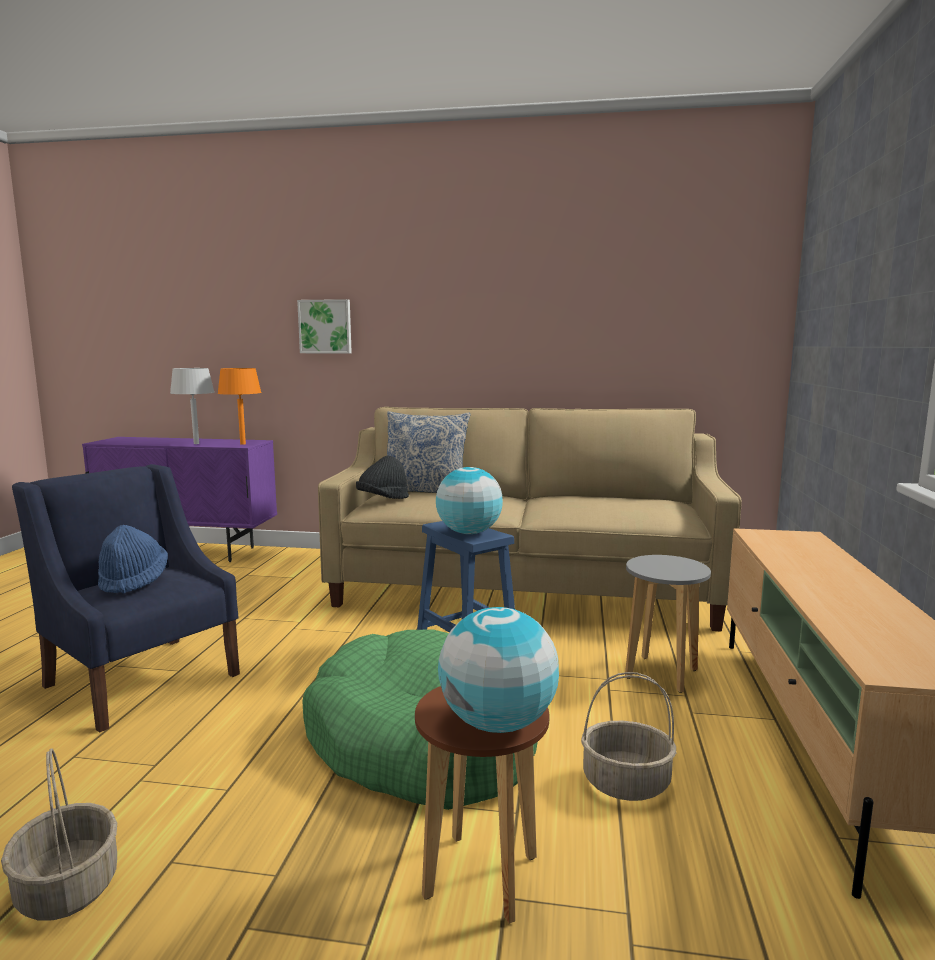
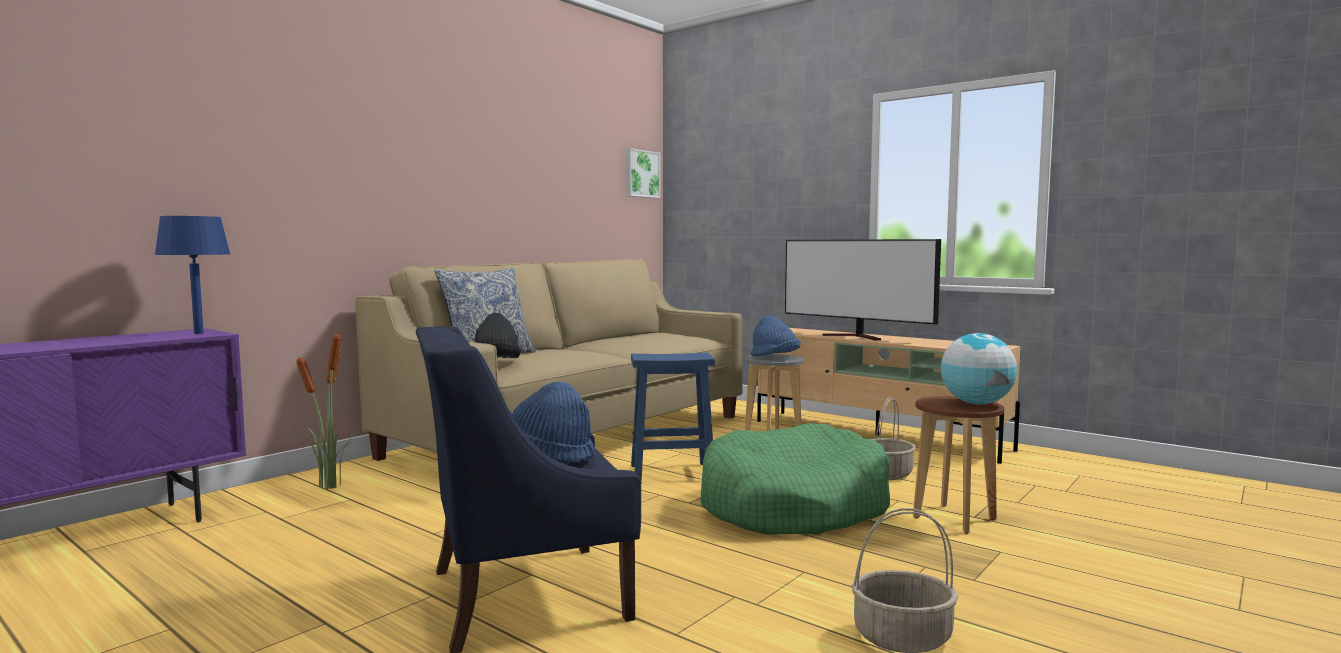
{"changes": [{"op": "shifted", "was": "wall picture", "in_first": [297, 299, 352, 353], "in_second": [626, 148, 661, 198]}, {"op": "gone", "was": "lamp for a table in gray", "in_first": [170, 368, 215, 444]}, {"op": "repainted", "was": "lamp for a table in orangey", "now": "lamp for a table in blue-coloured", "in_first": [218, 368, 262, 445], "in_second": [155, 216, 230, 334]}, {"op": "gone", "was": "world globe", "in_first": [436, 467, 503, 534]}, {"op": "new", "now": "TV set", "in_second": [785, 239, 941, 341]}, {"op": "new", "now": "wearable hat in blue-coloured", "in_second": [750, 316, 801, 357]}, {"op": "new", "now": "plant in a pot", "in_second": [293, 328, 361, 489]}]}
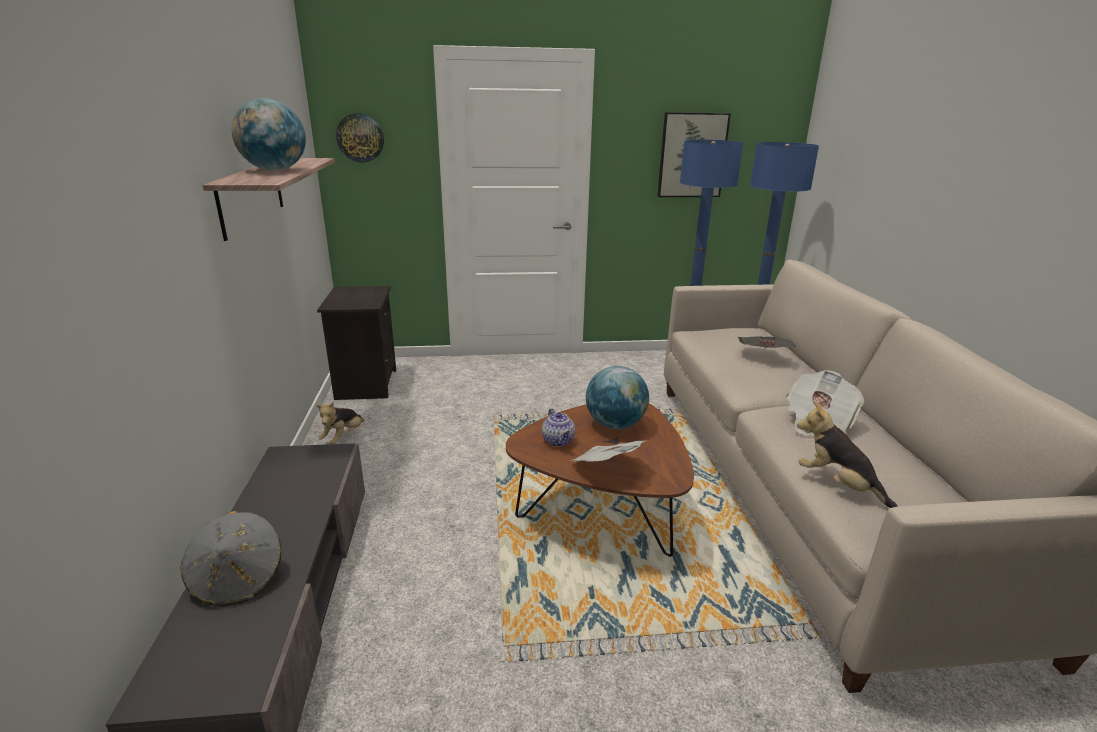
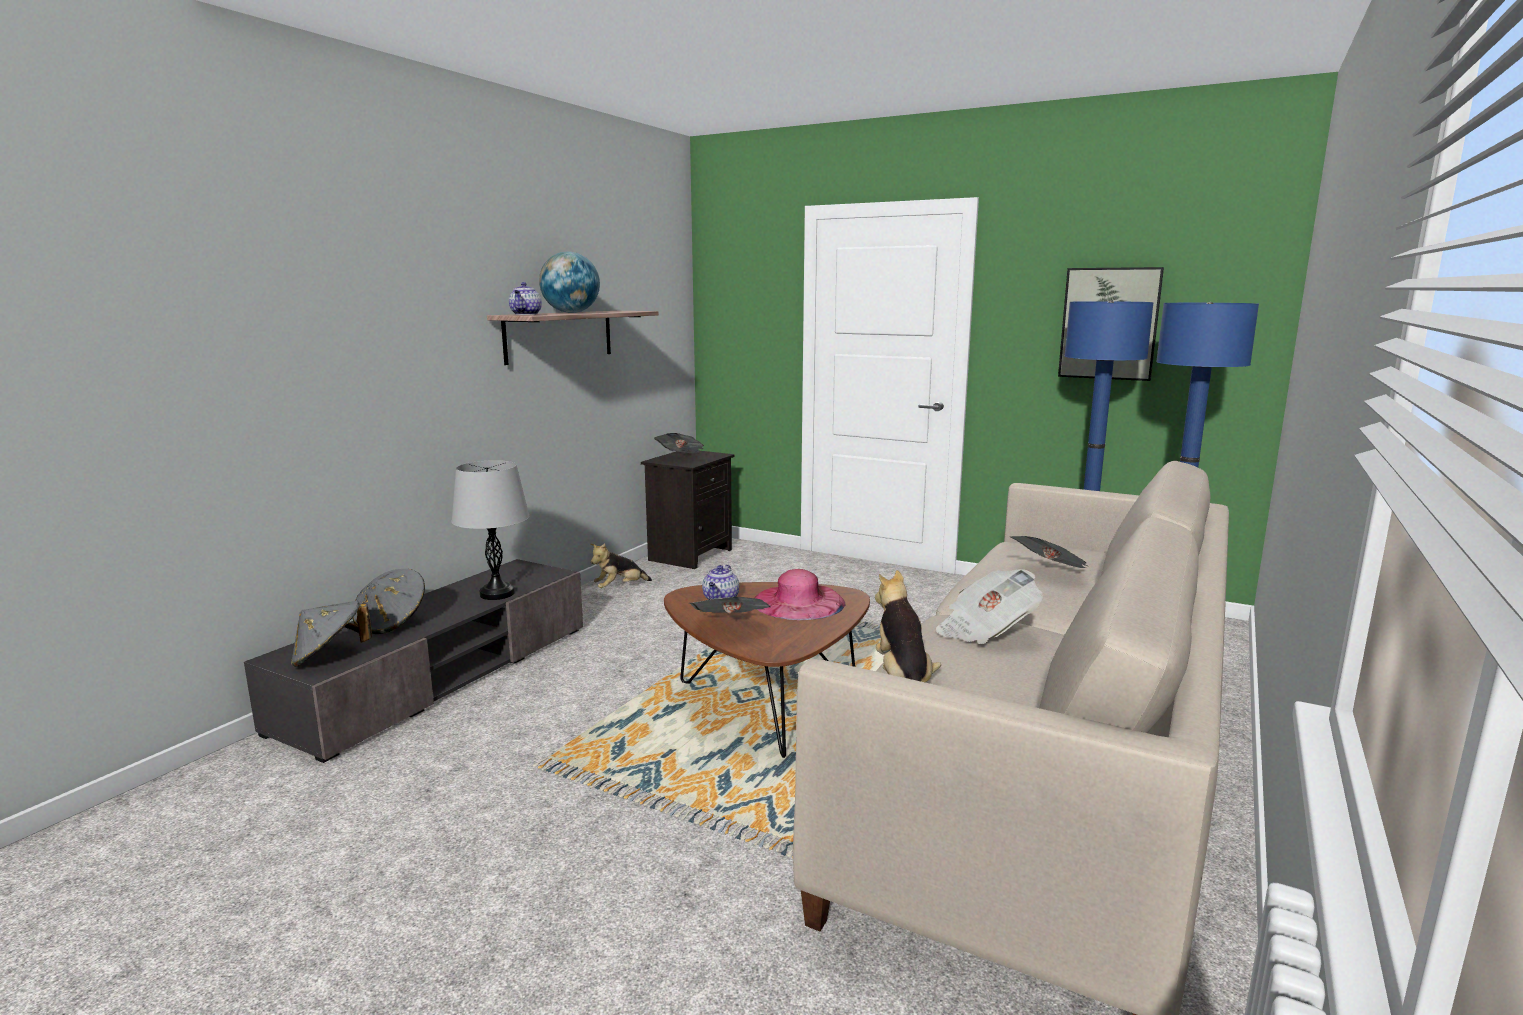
{"changes": [{"op": "gone", "was": "hanging clock", "in_first": [336, 113, 384, 162]}, {"op": "swapped", "was": "world globe", "now": "wearable hat in pinkish", "in_first": [586, 366, 649, 429], "in_second": [755, 569, 846, 620]}, {"op": "new", "now": "tea pot", "in_second": [509, 282, 542, 315]}, {"op": "new", "now": "daily paper", "in_second": [654, 433, 704, 453]}, {"op": "new", "now": "lamp for a table in gray", "in_second": [451, 460, 529, 600]}, {"op": "new", "now": "wearable hat in gray", "in_second": [291, 601, 372, 667]}]}
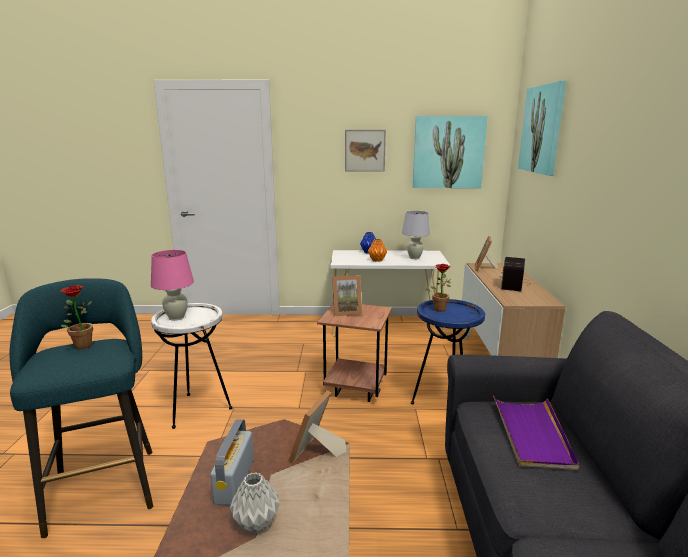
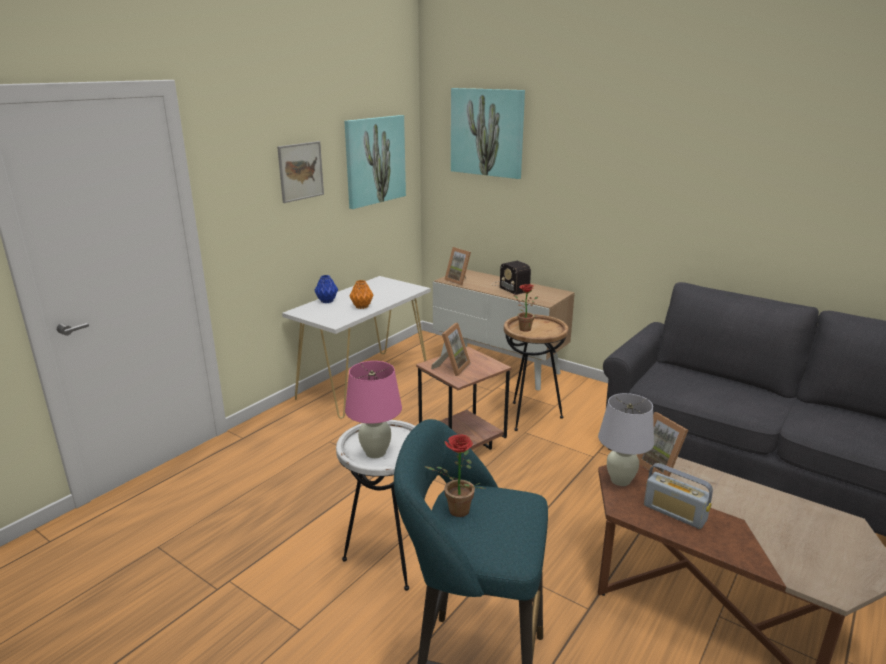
{"changes": [{"op": "shifted", "was": "lamp for a table in whitish", "in_first": [402, 211, 430, 259], "in_second": [598, 393, 654, 486]}, {"op": "repainted", "was": "side table in blue-coloured", "now": "side table in brown", "in_first": [411, 299, 485, 404], "in_second": [504, 314, 569, 431]}, {"op": "gone", "was": "carrying tray in purple", "in_first": [493, 395, 579, 470]}, {"op": "gone", "was": "decorative vase in gray", "in_first": [230, 472, 280, 534]}]}
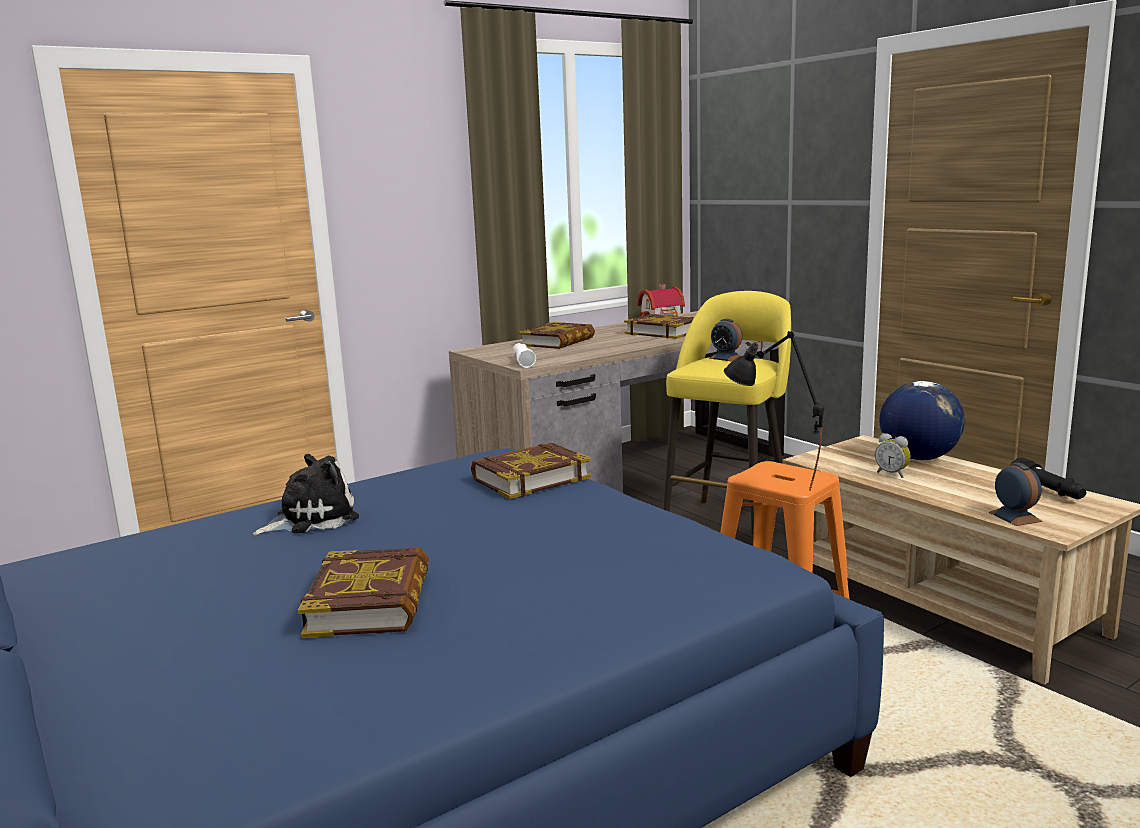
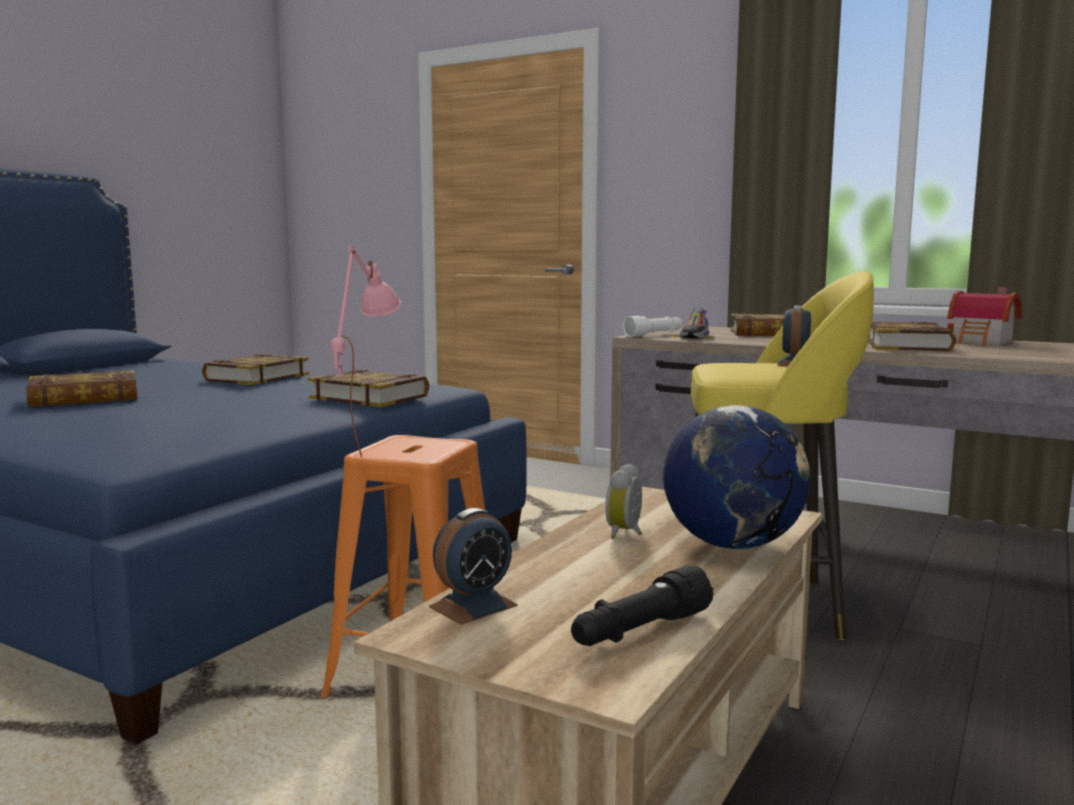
{"changes": [{"op": "repainted", "was": "lamp for a table in black-coloured", "now": "lamp for a table in pinkish", "in_first": [724, 331, 824, 491], "in_second": [330, 245, 401, 457]}, {"op": "swapped", "was": "plush toy", "now": "book", "in_first": [253, 454, 359, 535], "in_second": [202, 354, 309, 385]}, {"op": "new", "now": "low shoe", "in_second": [673, 306, 714, 339]}]}
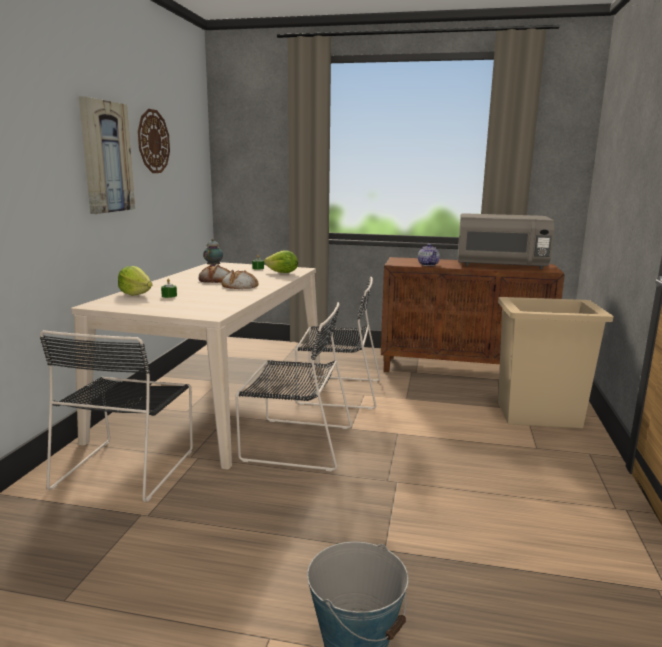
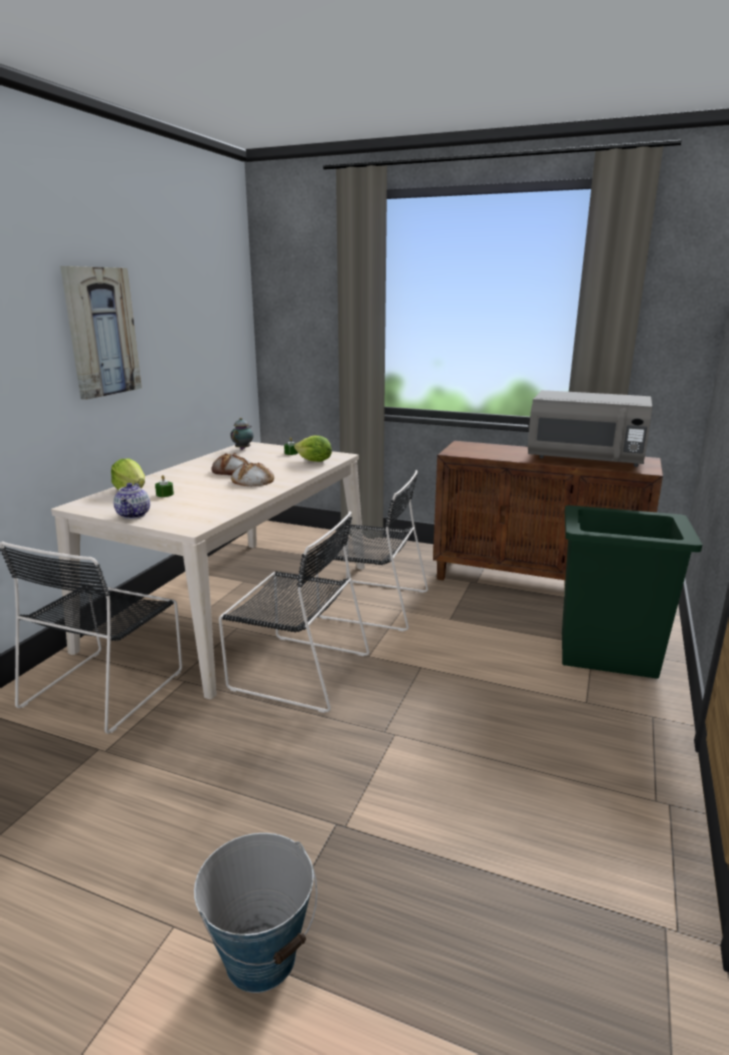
{"changes": [{"op": "gone", "was": "hanging clock", "in_first": [138, 109, 170, 173]}, {"op": "shifted", "was": "tea pot", "in_first": [418, 244, 440, 266], "in_second": [113, 483, 150, 519]}, {"op": "repainted", "was": "trash can in sand-coloured", "now": "trash can in greenish", "in_first": [498, 297, 614, 428], "in_second": [562, 505, 703, 679]}]}
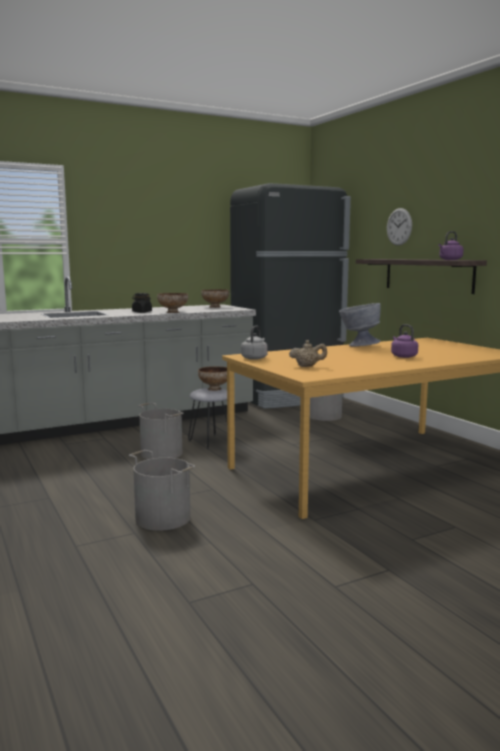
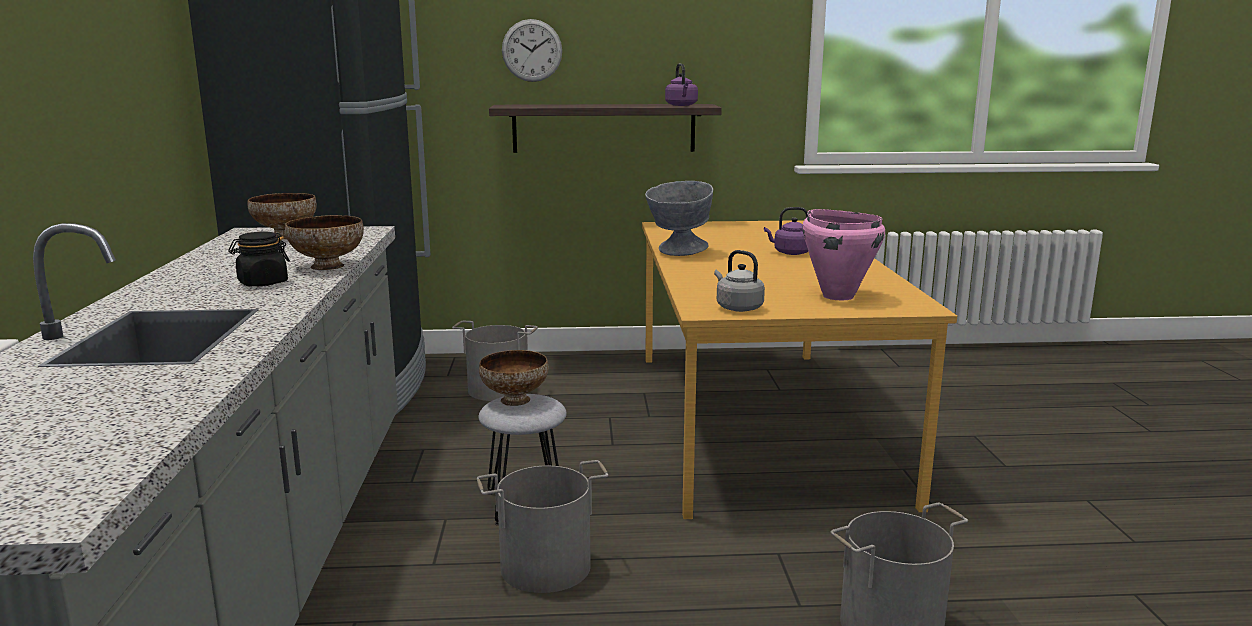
{"changes": [{"op": "swapped", "was": "tea pot in sand-coloured", "now": "cooking pot in pinkish", "in_first": [289, 340, 327, 367], "in_second": [802, 209, 885, 300]}]}
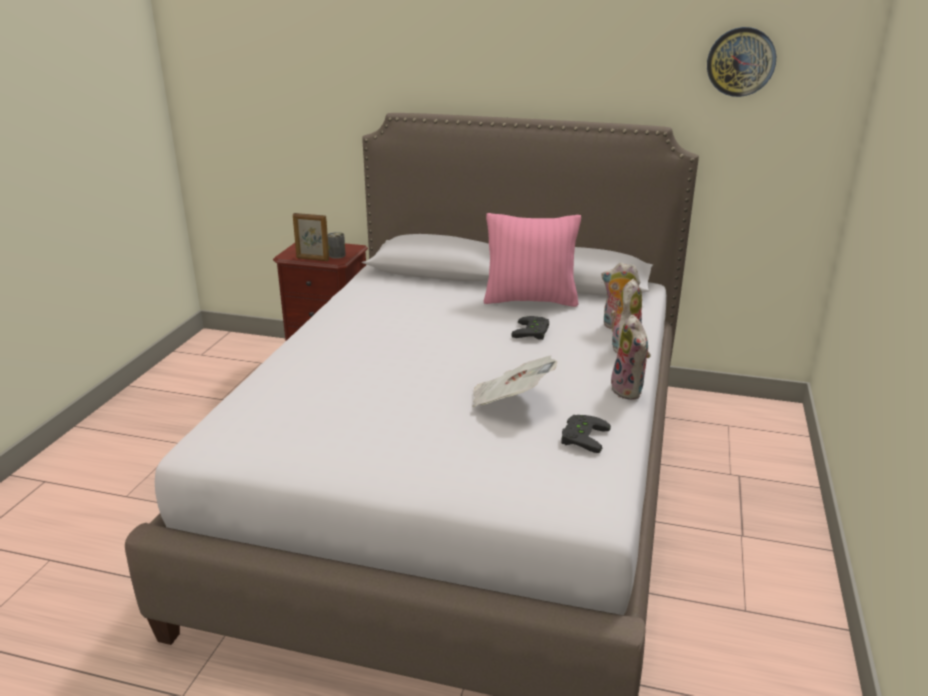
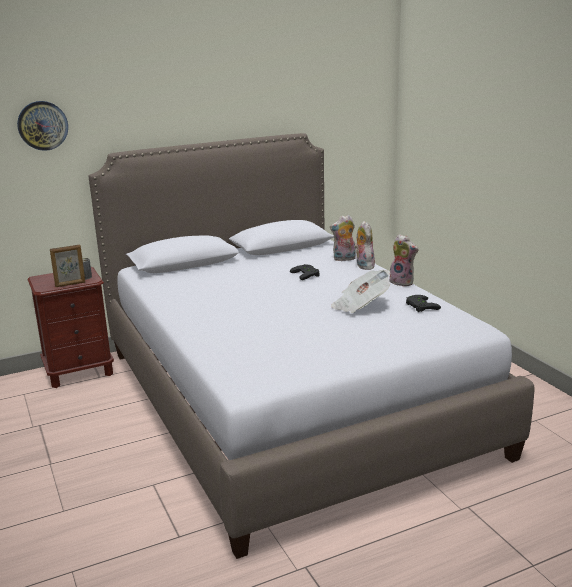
{"changes": [{"op": "shifted", "was": "hanging clock", "in_first": [707, 27, 776, 97], "in_second": [17, 101, 68, 151]}, {"op": "gone", "was": "pillow in pinkish", "in_first": [484, 213, 581, 307]}]}
